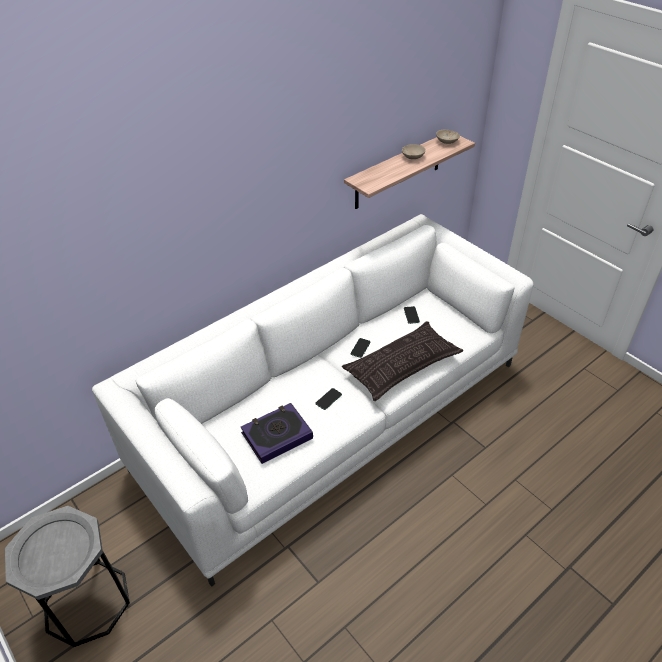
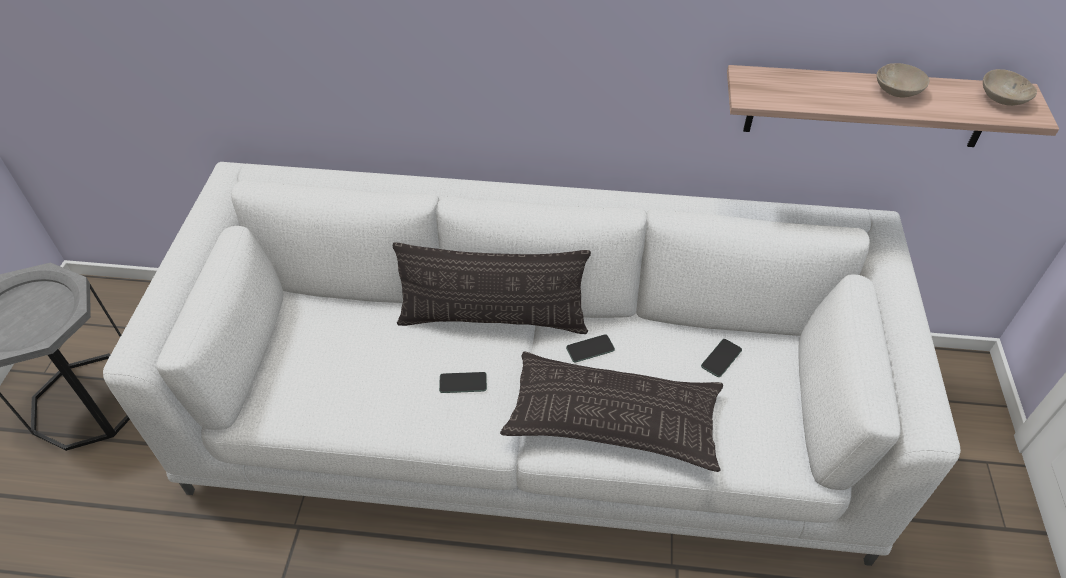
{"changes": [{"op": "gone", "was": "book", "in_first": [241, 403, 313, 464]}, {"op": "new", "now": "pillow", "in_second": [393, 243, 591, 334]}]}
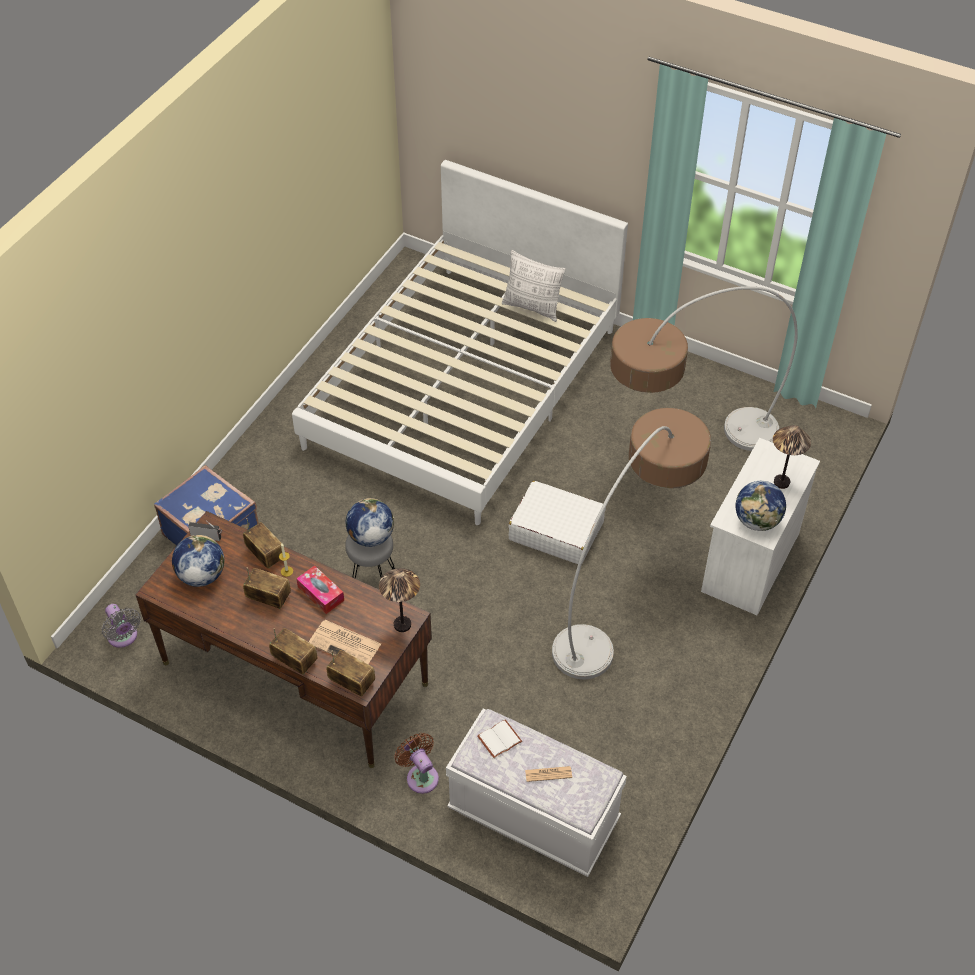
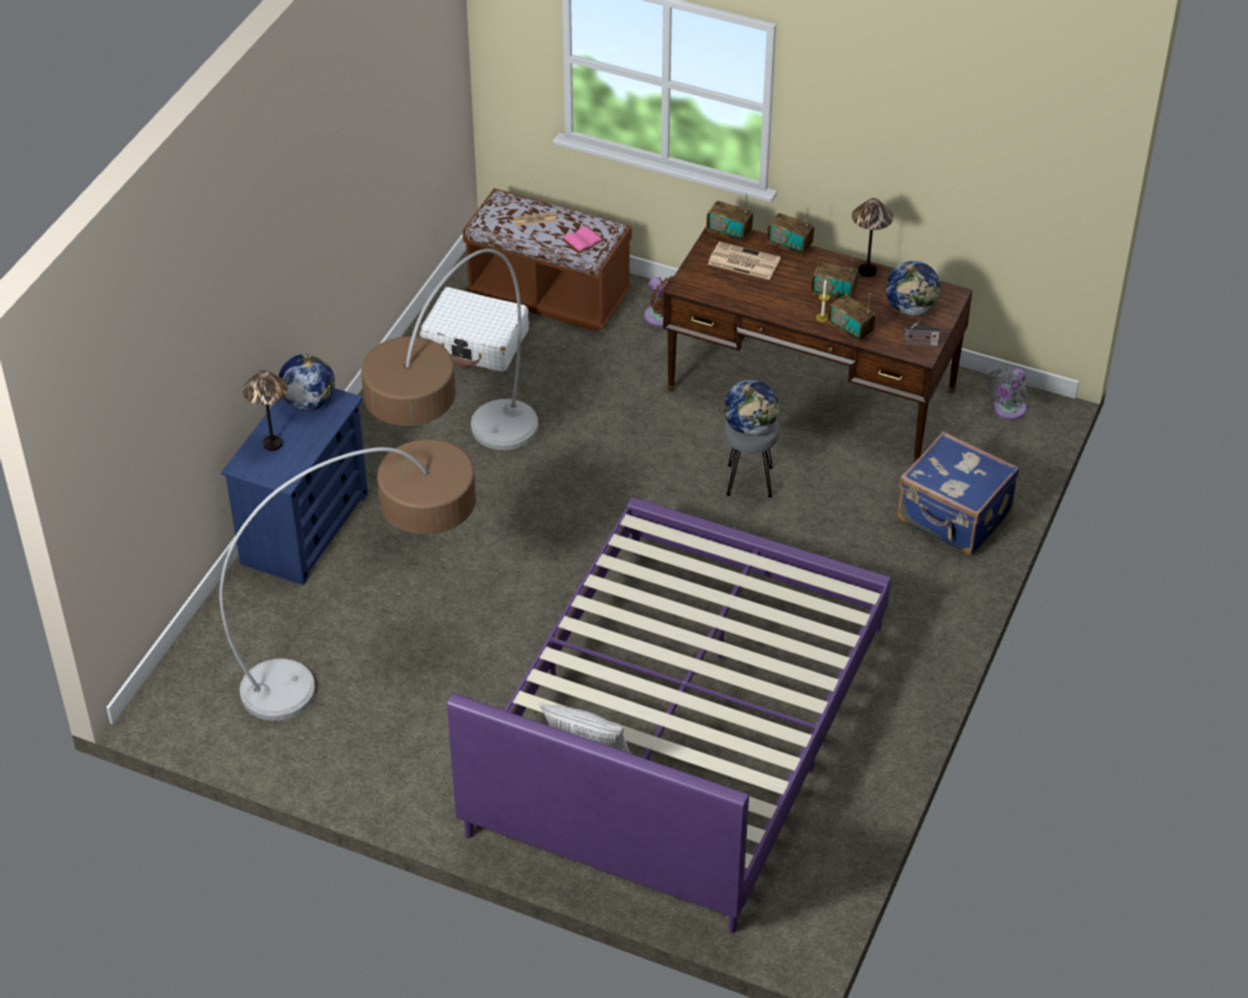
{"changes": [{"op": "repainted", "was": "bedroom bed in whitish", "now": "bedroom bed in purple", "in_first": [292, 160, 628, 525], "in_second": [447, 497, 891, 933]}, {"op": "repainted", "was": "drawer chest in whitish", "now": "drawer chest in blue-coloured", "in_first": [701, 438, 820, 615], "in_second": [221, 388, 368, 585]}, {"op": "shifted", "was": "travel case in whitish", "in_first": [509, 481, 606, 564], "in_second": [420, 287, 529, 372]}, {"op": "gone", "was": "tissue box", "in_first": [296, 565, 344, 614]}, {"op": "shifted", "was": "lamp for a table", "in_first": [379, 568, 420, 632], "in_second": [852, 198, 893, 277]}, {"op": "rotated", "was": "cooling fan in gray", "in_first": [102, 604, 141, 648], "in_second": [987, 368, 1028, 420], "clockwise": -105}, {"op": "repainted", "was": "bench in whitish", "now": "bench in brown", "in_first": [446, 709, 627, 877], "in_second": [463, 188, 632, 332]}, {"op": "repainted", "was": "book in whitish", "now": "book in pinkish", "in_first": [477, 720, 522, 758], "in_second": [562, 226, 605, 254]}]}
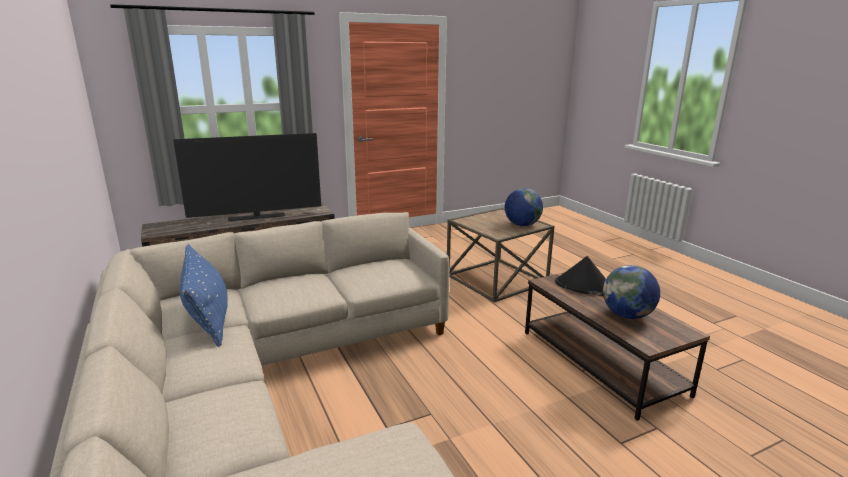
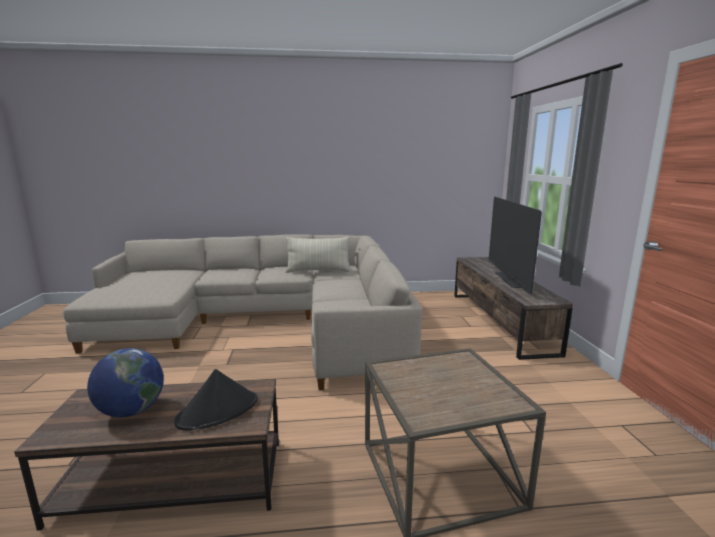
{"changes": [{"op": "gone", "was": "world globe", "in_first": [505, 188, 543, 226]}, {"op": "repainted", "was": "pillow in blue-coloured", "now": "pillow in sand-coloured", "in_first": [180, 244, 228, 347], "in_second": [286, 236, 351, 273]}]}
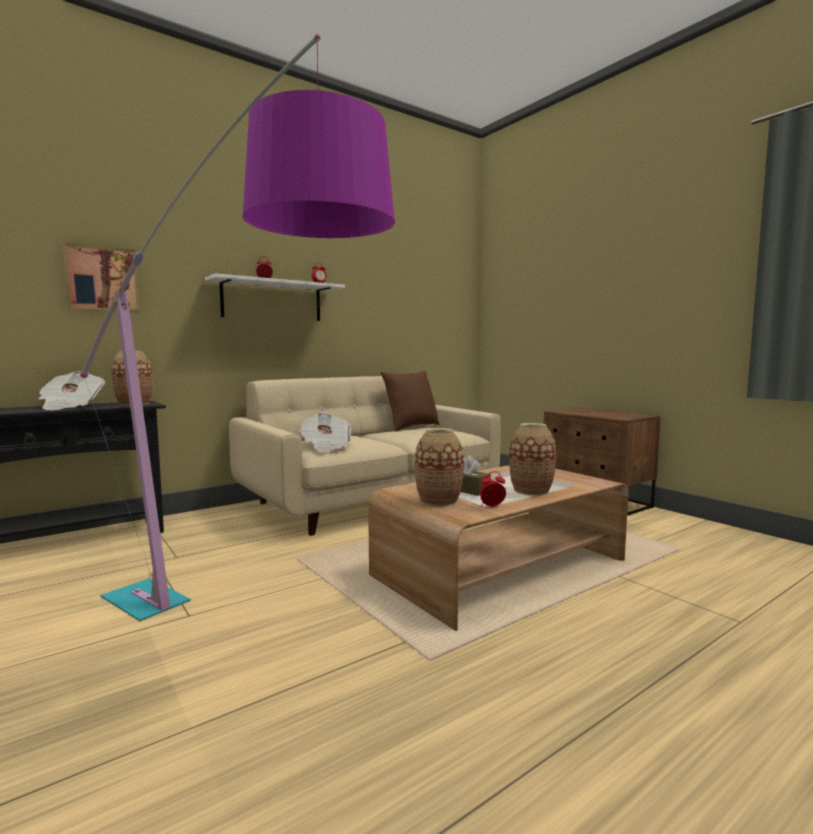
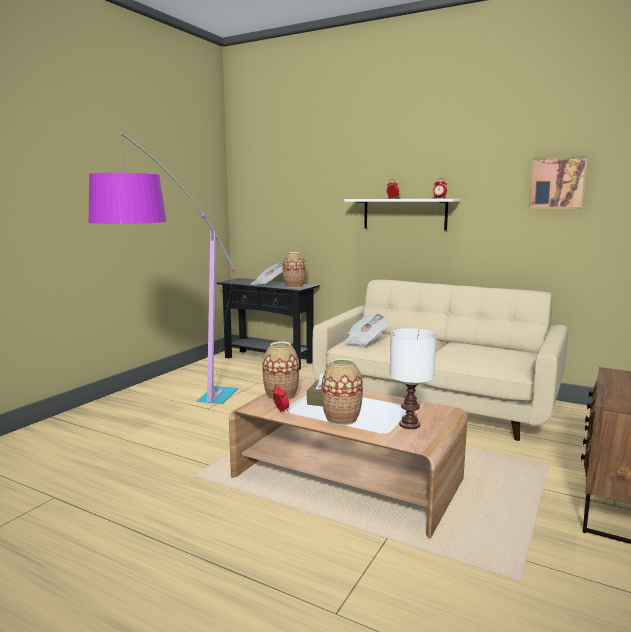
{"changes": [{"op": "shifted", "was": "wall picture", "in_first": [63, 243, 140, 313], "in_second": [528, 156, 589, 209]}, {"op": "gone", "was": "pillow in brown", "in_first": [380, 371, 439, 432]}, {"op": "new", "now": "lamp for a table in whitish", "in_second": [389, 328, 436, 429]}]}
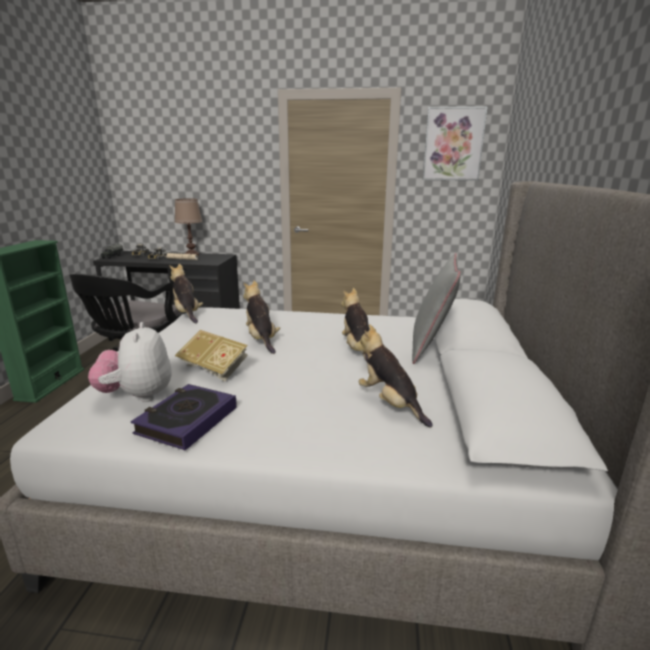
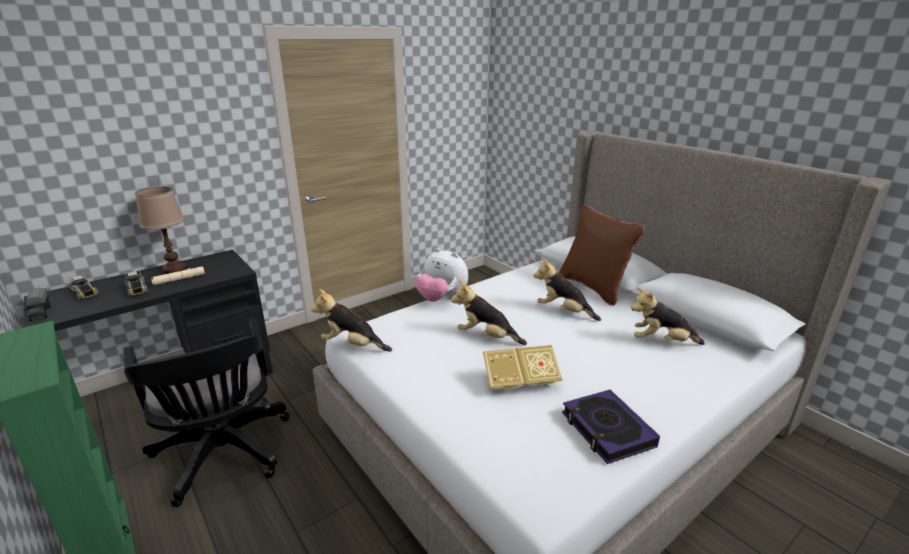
{"changes": [{"op": "gone", "was": "wall picture", "in_first": [422, 106, 488, 181]}, {"op": "repainted", "was": "pillow in gray", "now": "pillow in brown", "in_first": [412, 253, 460, 364], "in_second": [559, 205, 645, 306]}, {"op": "shifted", "was": "plush toy", "in_first": [88, 322, 171, 402], "in_second": [416, 248, 468, 302]}]}
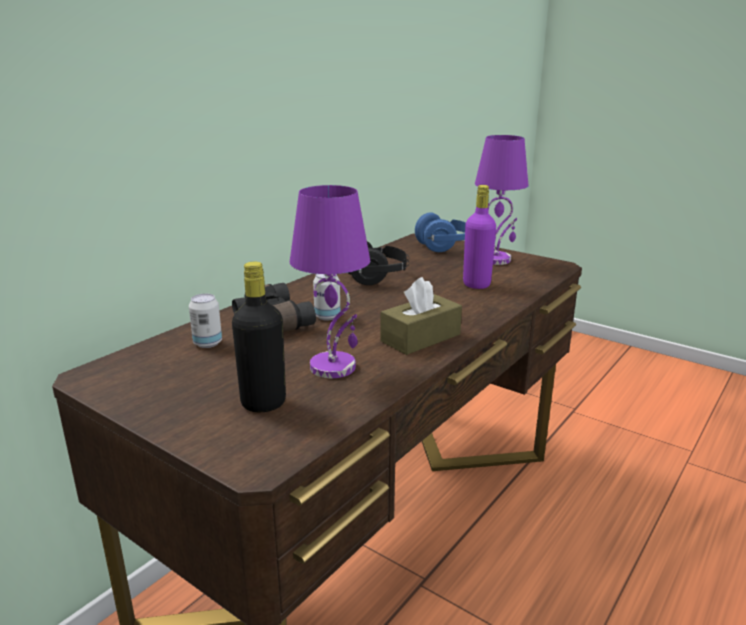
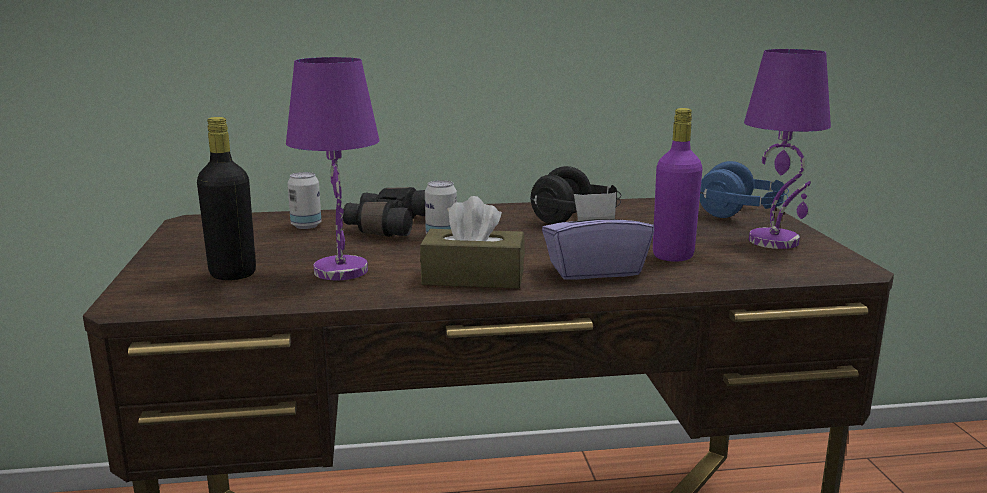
{"changes": [{"op": "new", "now": "tissue box in purple", "in_second": [542, 192, 654, 280]}]}
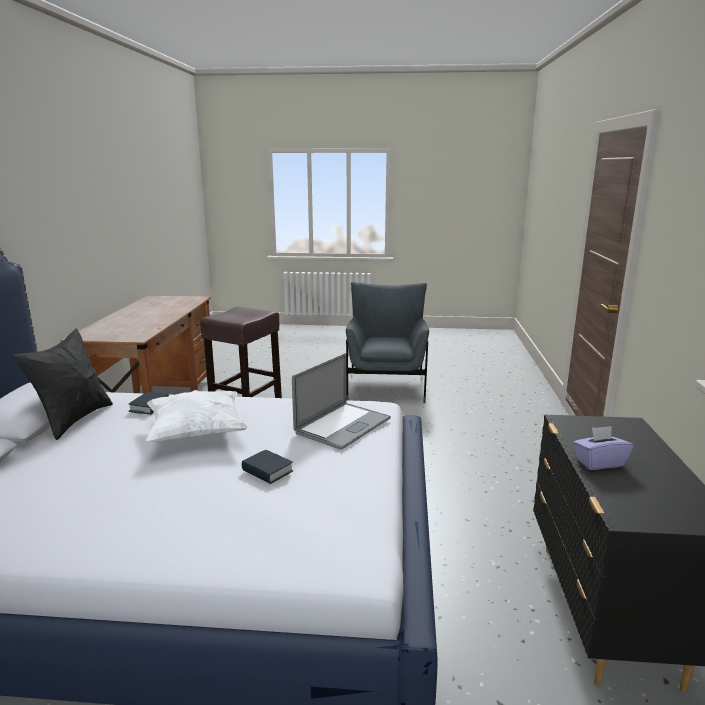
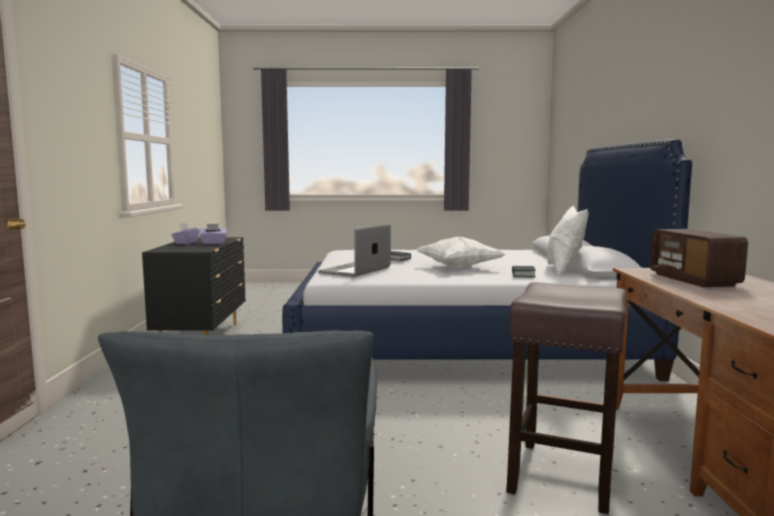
{"changes": [{"op": "repainted", "was": "pillow in black-coloured", "now": "pillow in whitish", "in_first": [14, 329, 113, 440], "in_second": [547, 205, 589, 276]}, {"op": "new", "now": "tissue box in purple", "in_second": [172, 223, 199, 244]}, {"op": "new", "now": "radio", "in_second": [650, 229, 748, 287]}]}
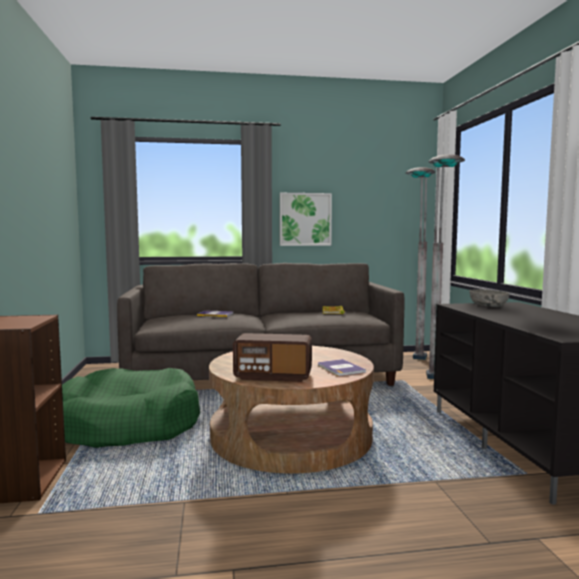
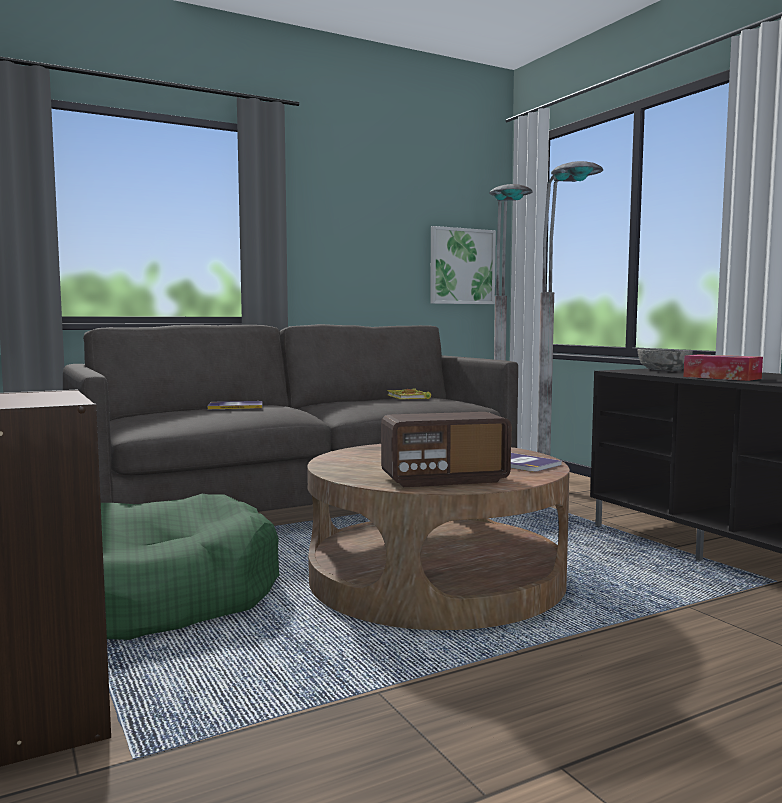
{"changes": [{"op": "shifted", "was": "wall picture", "in_first": [280, 193, 332, 246], "in_second": [430, 226, 496, 304]}, {"op": "new", "now": "tissue box", "in_second": [683, 354, 763, 381]}]}
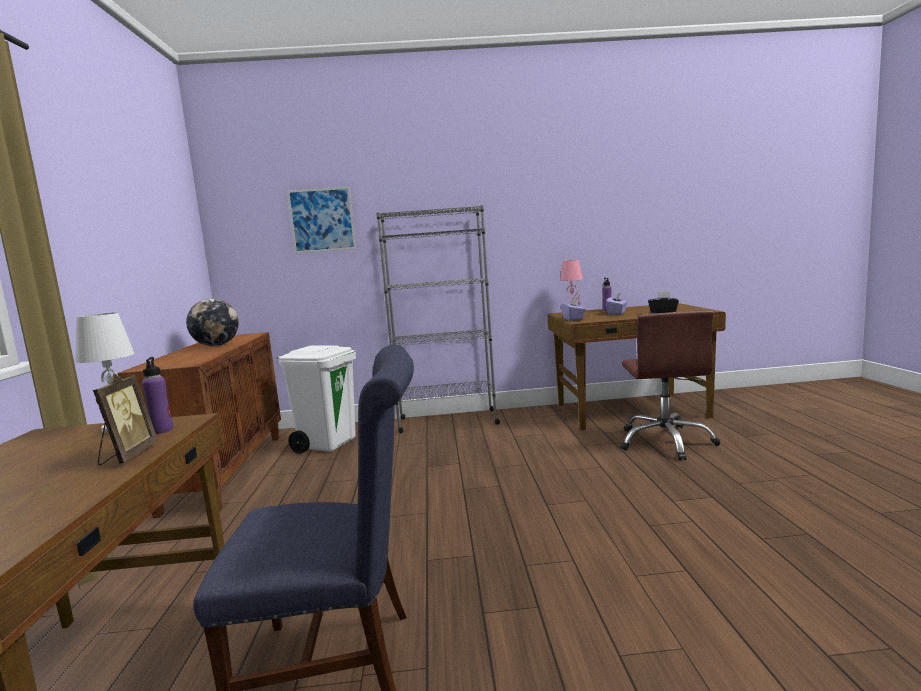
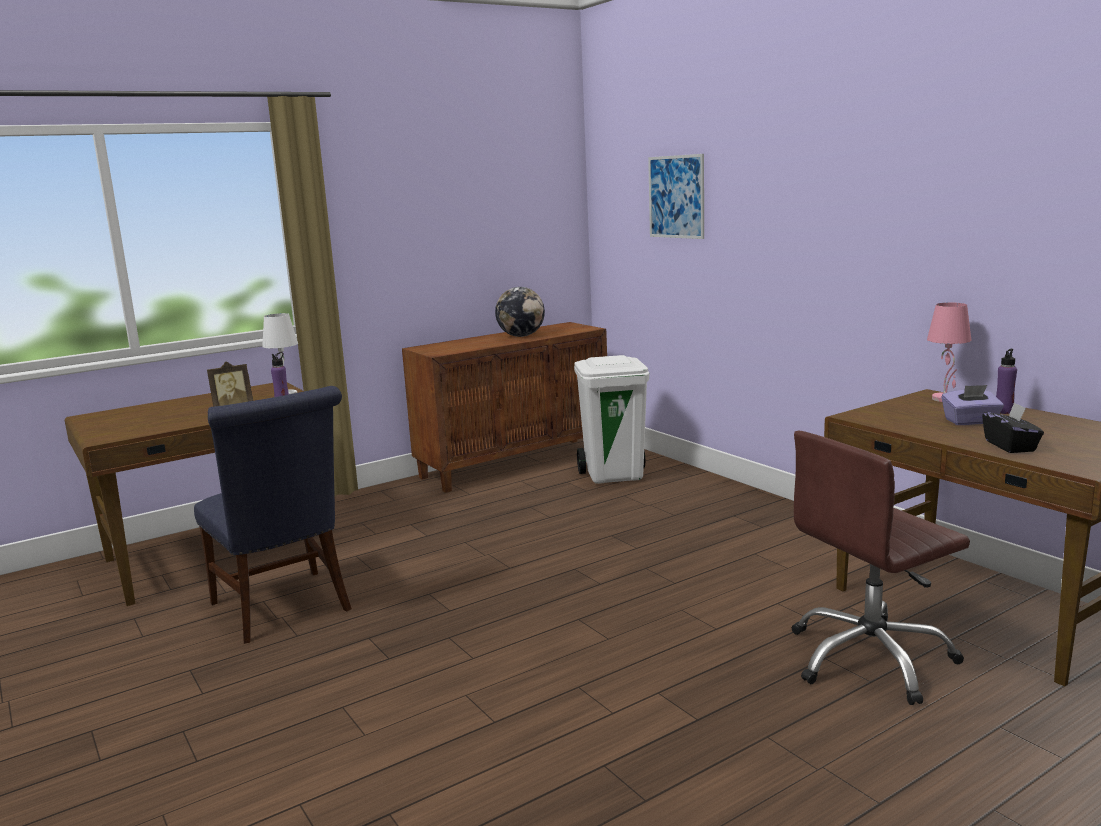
{"changes": [{"op": "gone", "was": "shelving unit in gray", "in_first": [376, 205, 500, 433]}, {"op": "gone", "was": "tissue box in purple", "in_first": [561, 298, 586, 321]}]}
